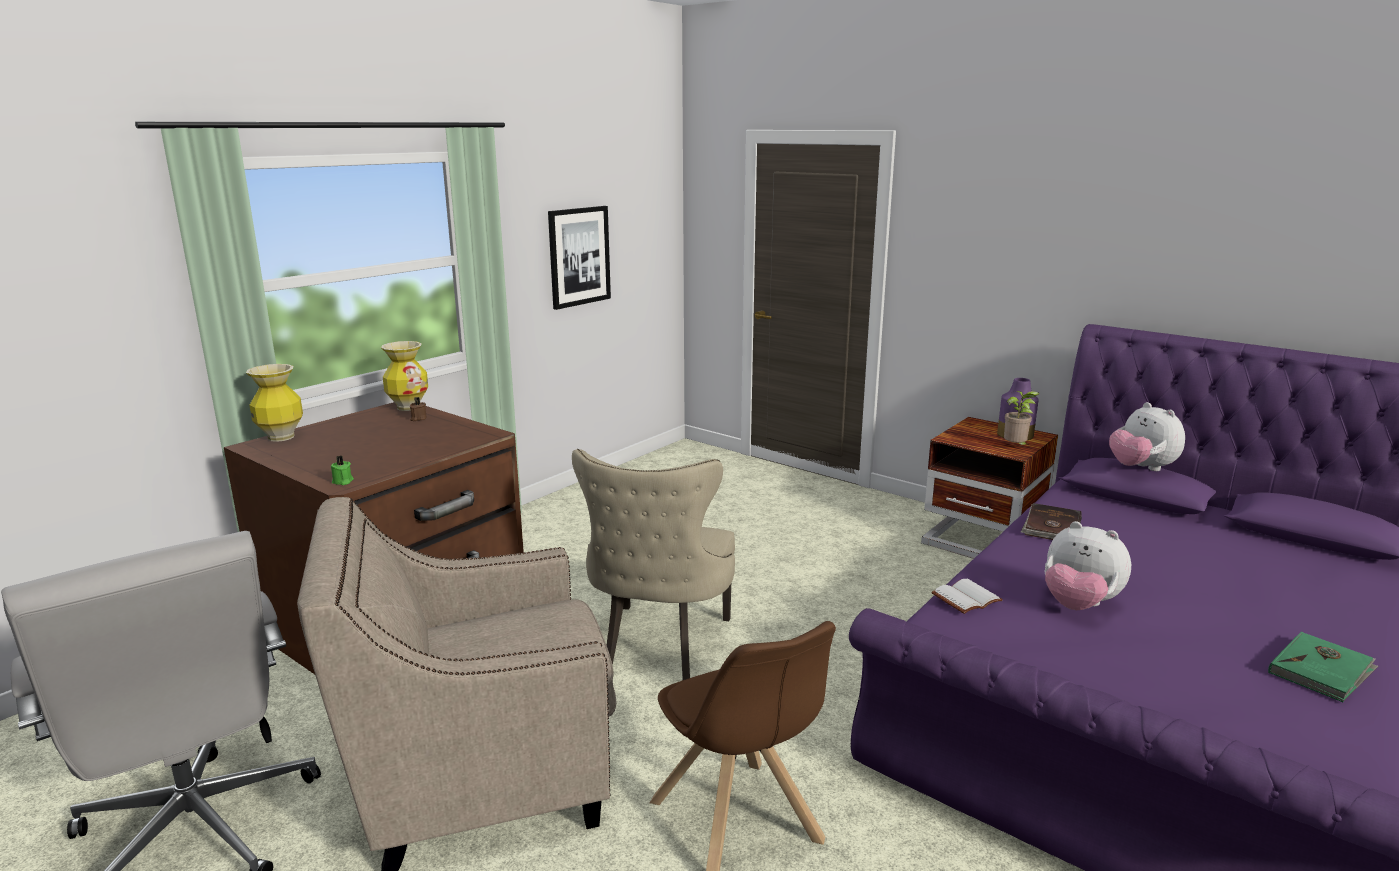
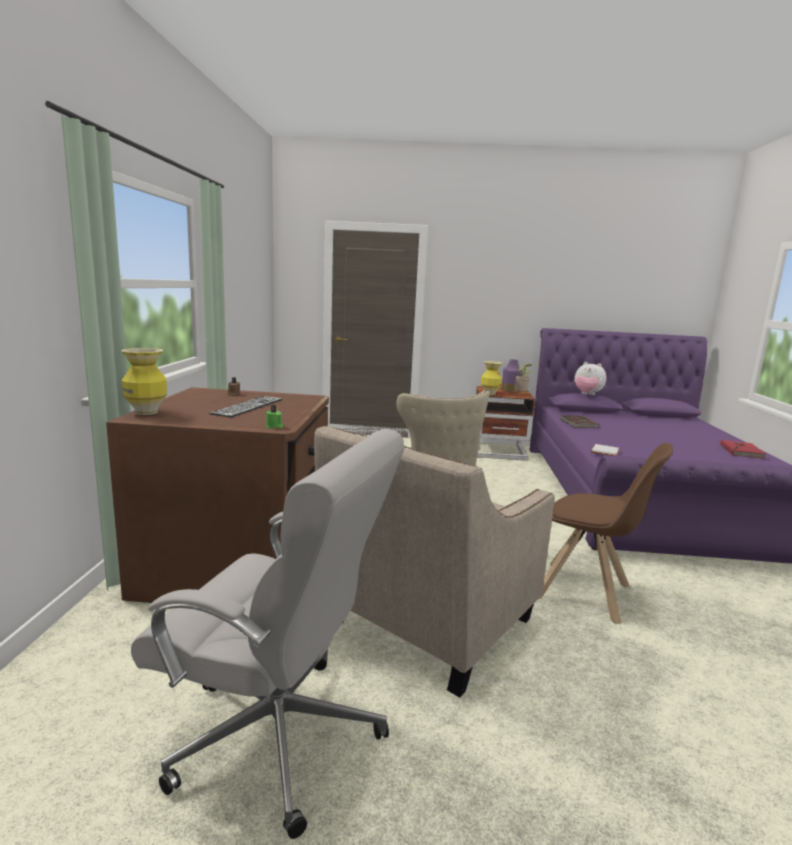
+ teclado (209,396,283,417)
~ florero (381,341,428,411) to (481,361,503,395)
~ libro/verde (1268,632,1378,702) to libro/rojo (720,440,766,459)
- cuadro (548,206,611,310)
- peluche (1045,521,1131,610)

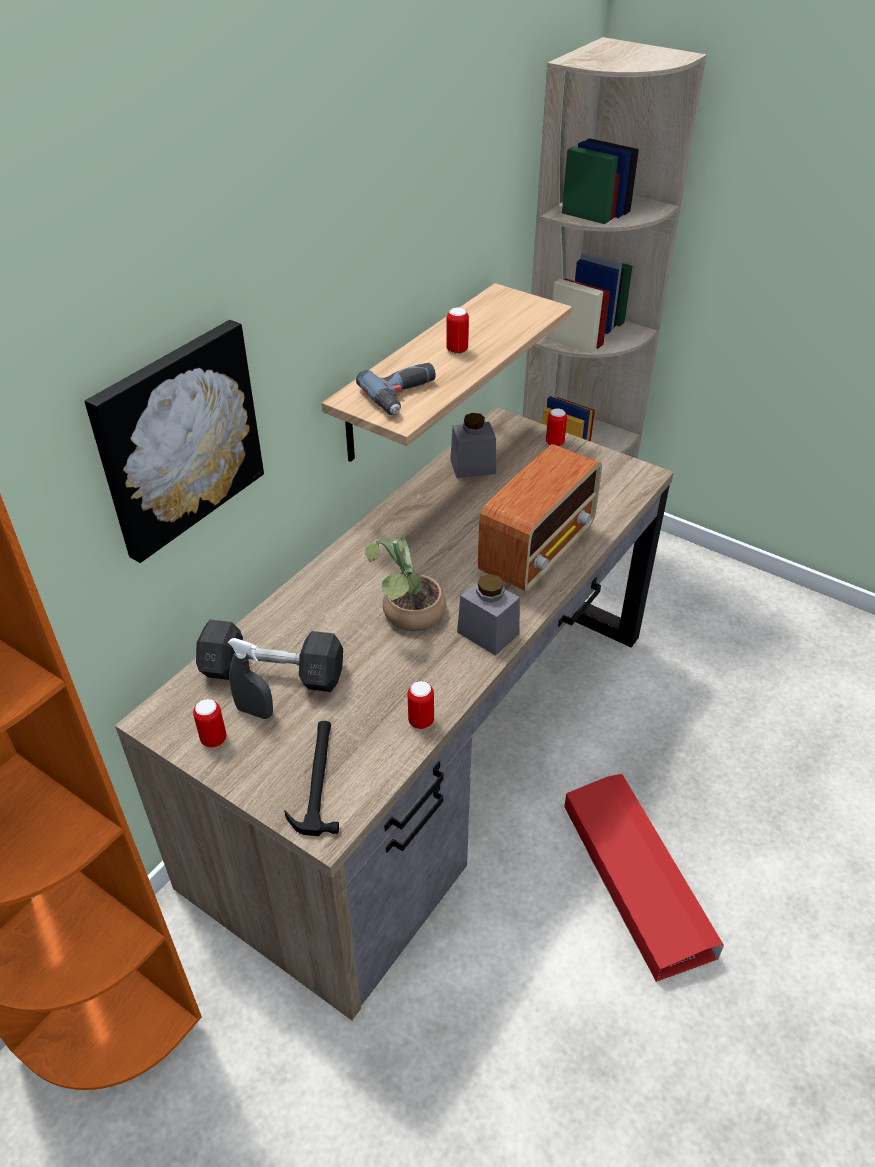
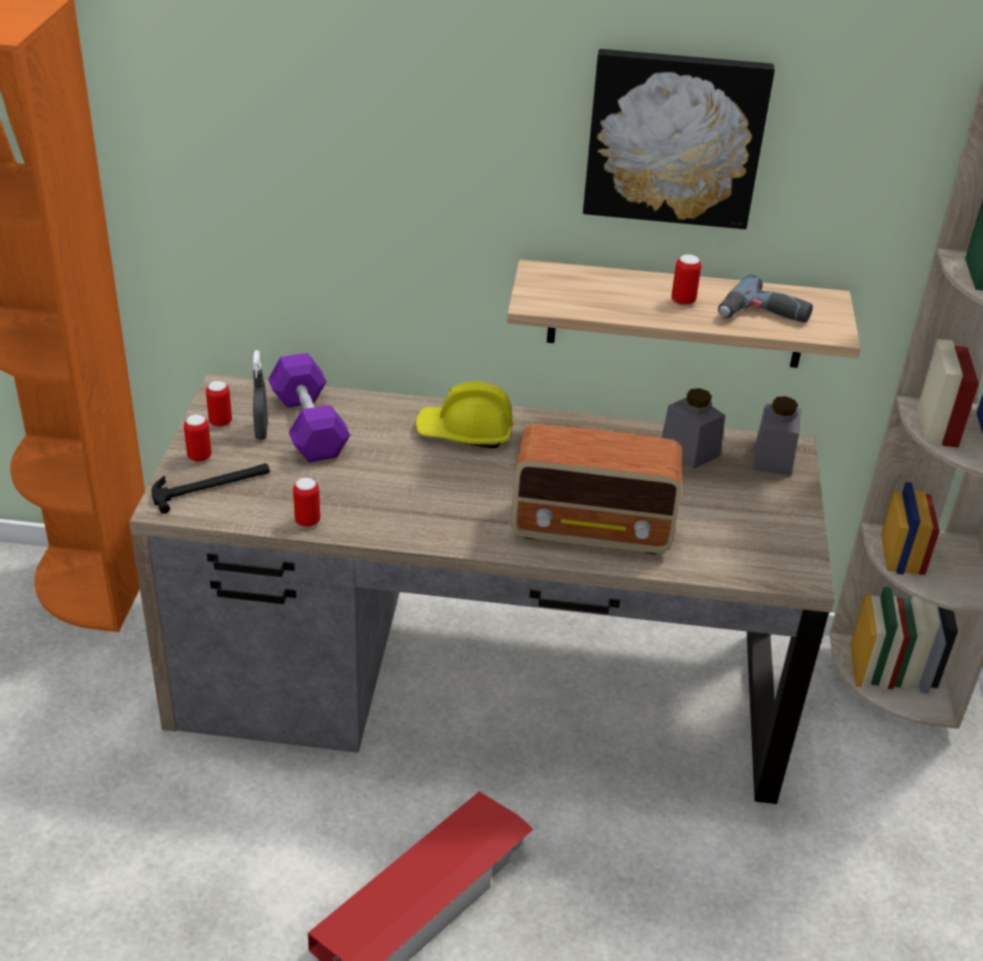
~ lata (546,408,567,447) to (184,415,212,462)
~ mancuerna/gris (196,620,343,692) to mancuerna/morado (268,353,350,462)
+ casco/amarillo (415,381,513,448)
~ cuadro (85,320,264,563) to (583,49,775,229)
~ taladro (356,363,436,415) to (718,274,813,323)
~ tarro/gris (457,574,520,656) to (753,396,801,476)
- planta en maceta (365,535,446,631)

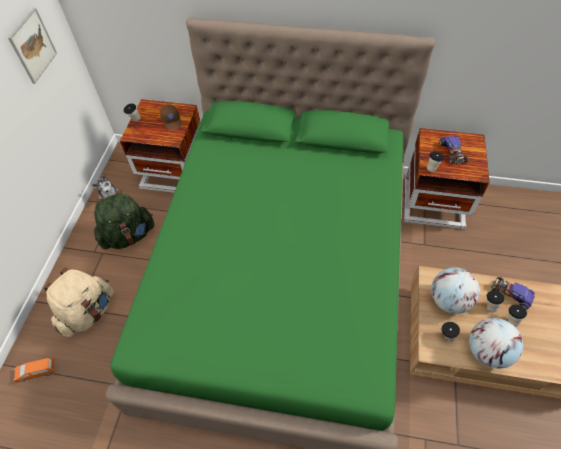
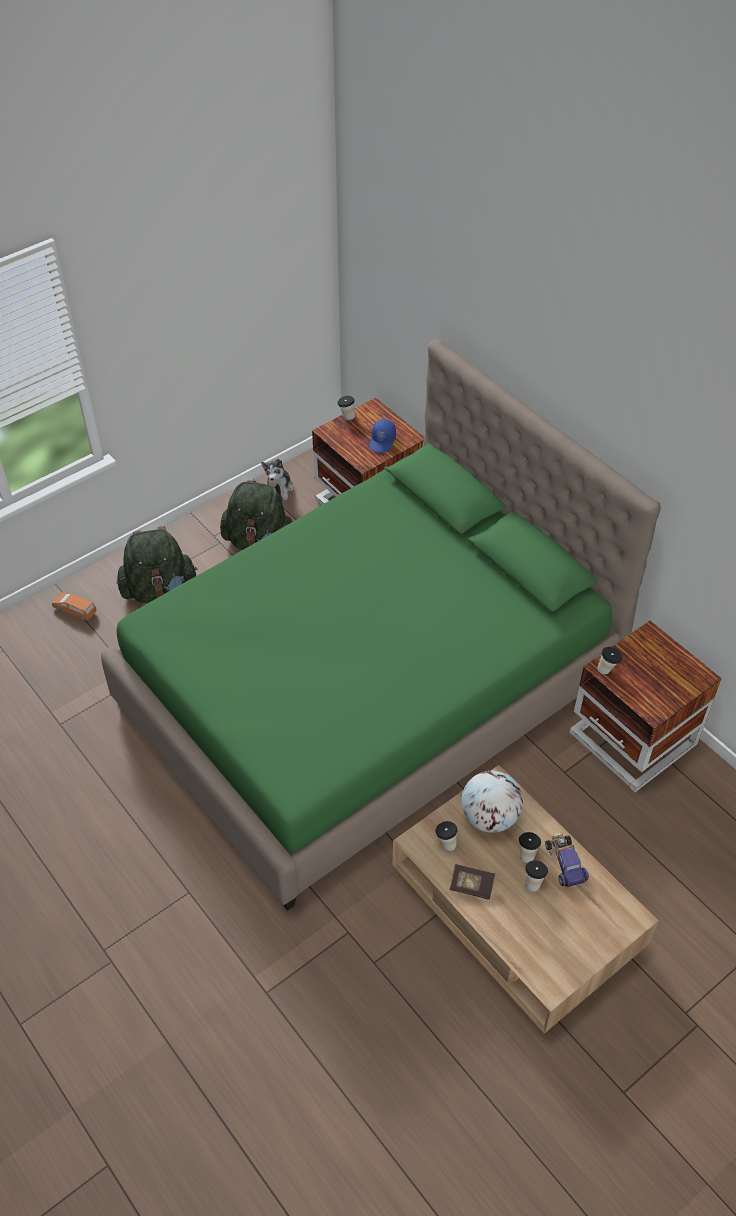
~ mochila/beis (44,268,114,337) to mochila/verde (117,526,198,603)
~ gorra/marrón (160,105,182,130) to gorra/azul (369,419,396,453)
~ globo terráqueo (469,318,523,369) to libro (450,864,495,900)
- cuadro (8,8,57,84)
- coche de juguete (439,136,468,165)

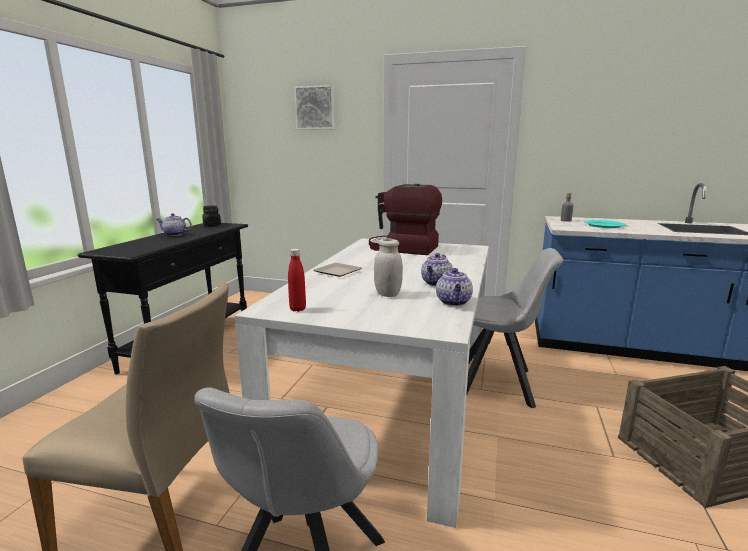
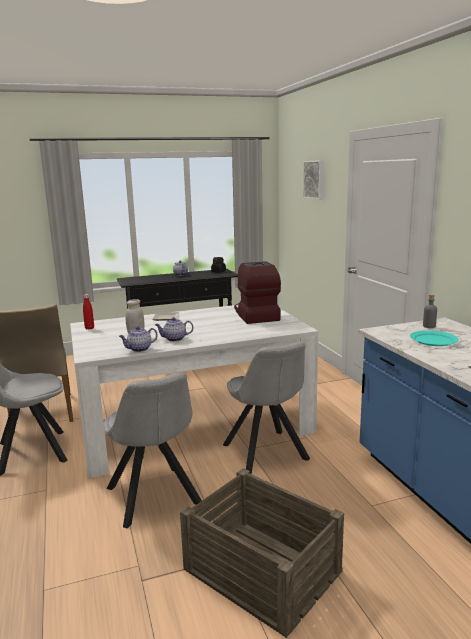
+ silla/gris (104,372,202,529)

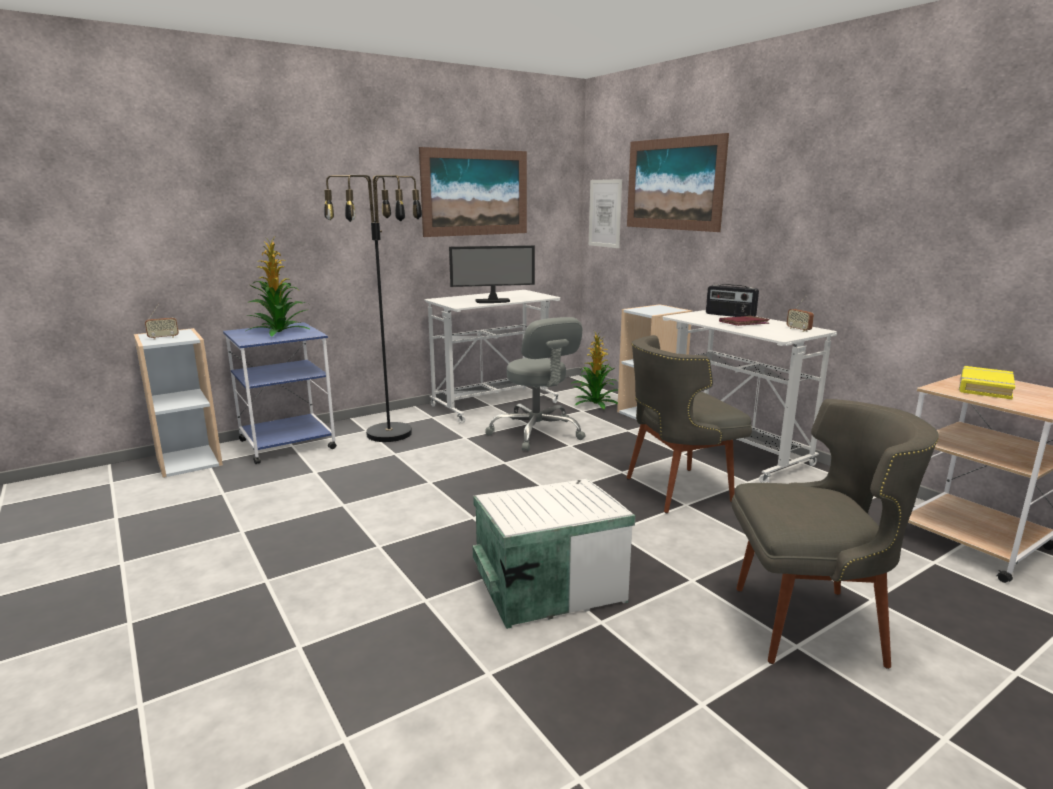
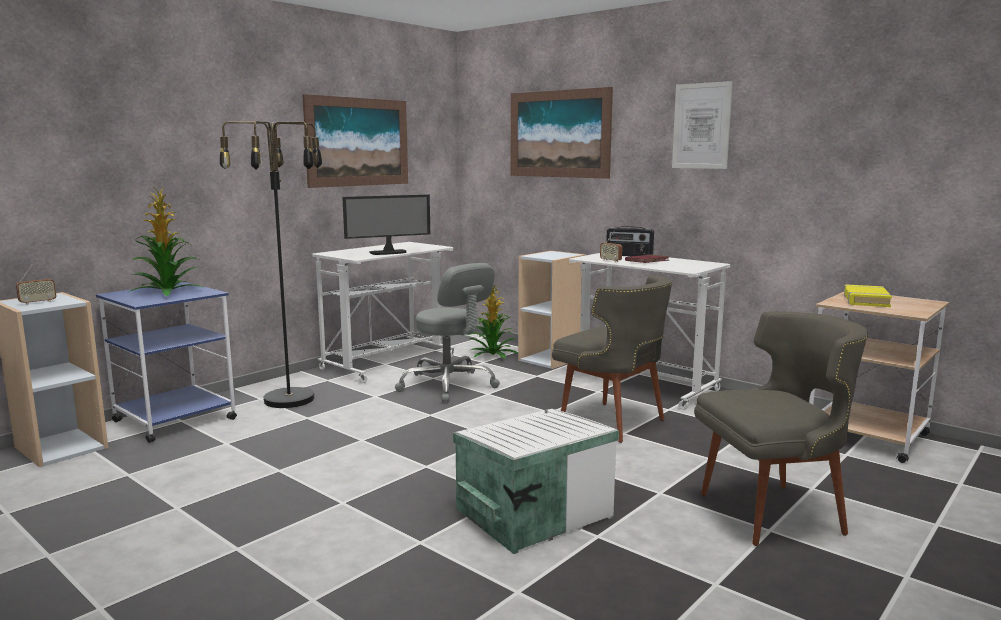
~ silla/gris (627,335,752,513) = (552,275,672,443) 105 degrees counterclockwise
~ radio (786,296,814,332) to (600,230,622,262)
~ cuadro (589,179,622,248) to (672,81,733,169)

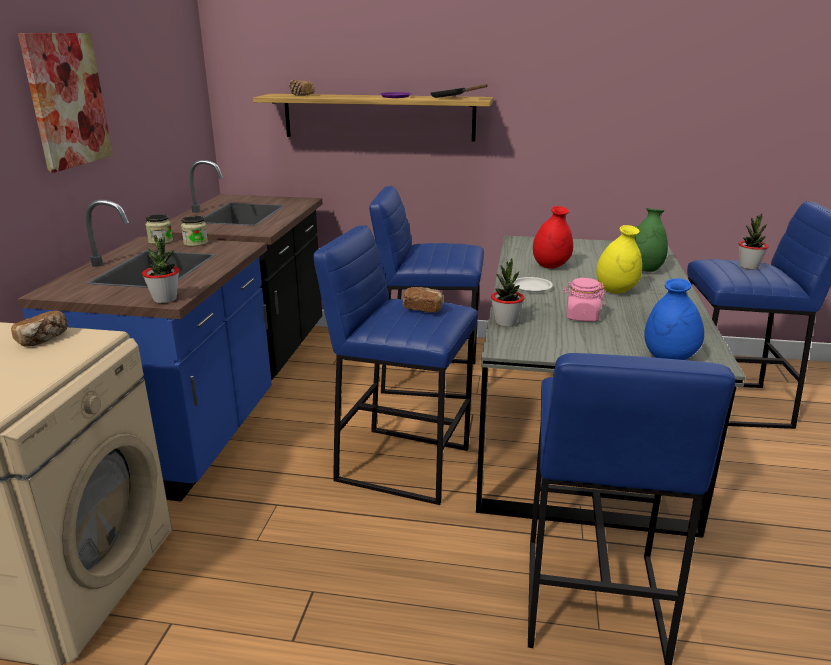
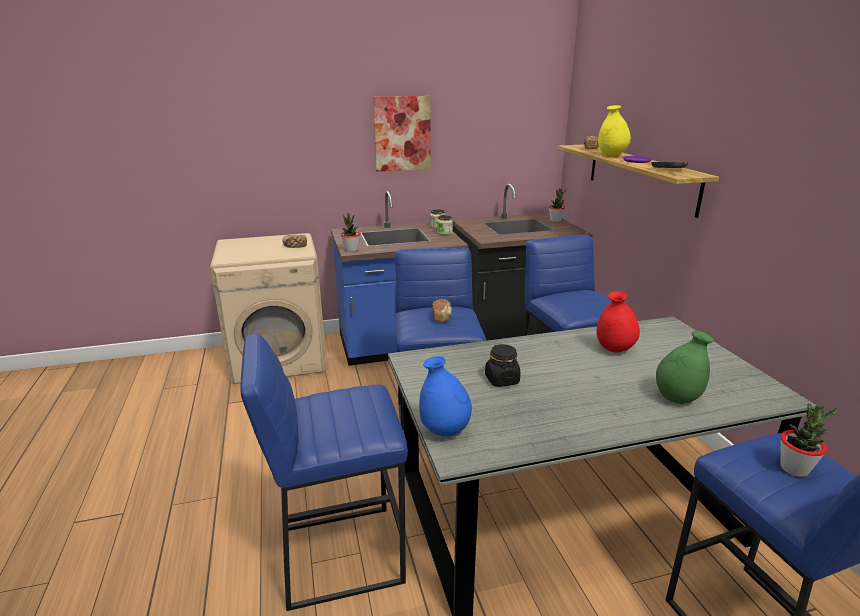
~ tarro/rosa (563,278,605,321) to tarro/negro (485,344,521,387)
~ planta en maceta (491,258,524,327) to (549,189,566,222)
~ florero/amarillo (596,225,642,294) to (598,105,631,156)
- plato/blanco (513,277,553,292)

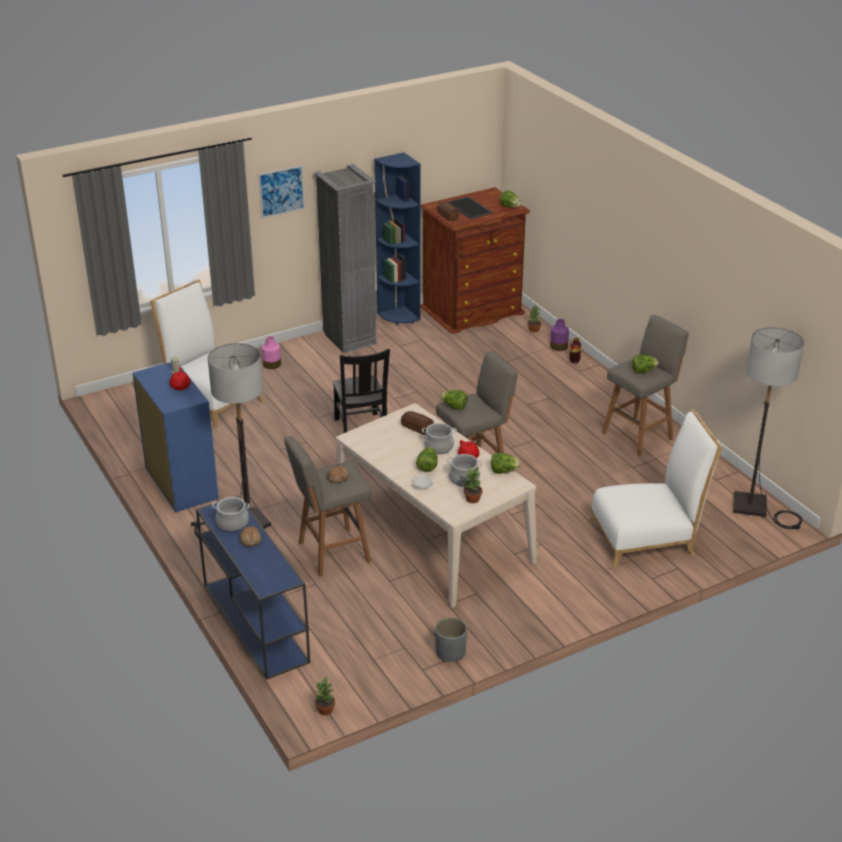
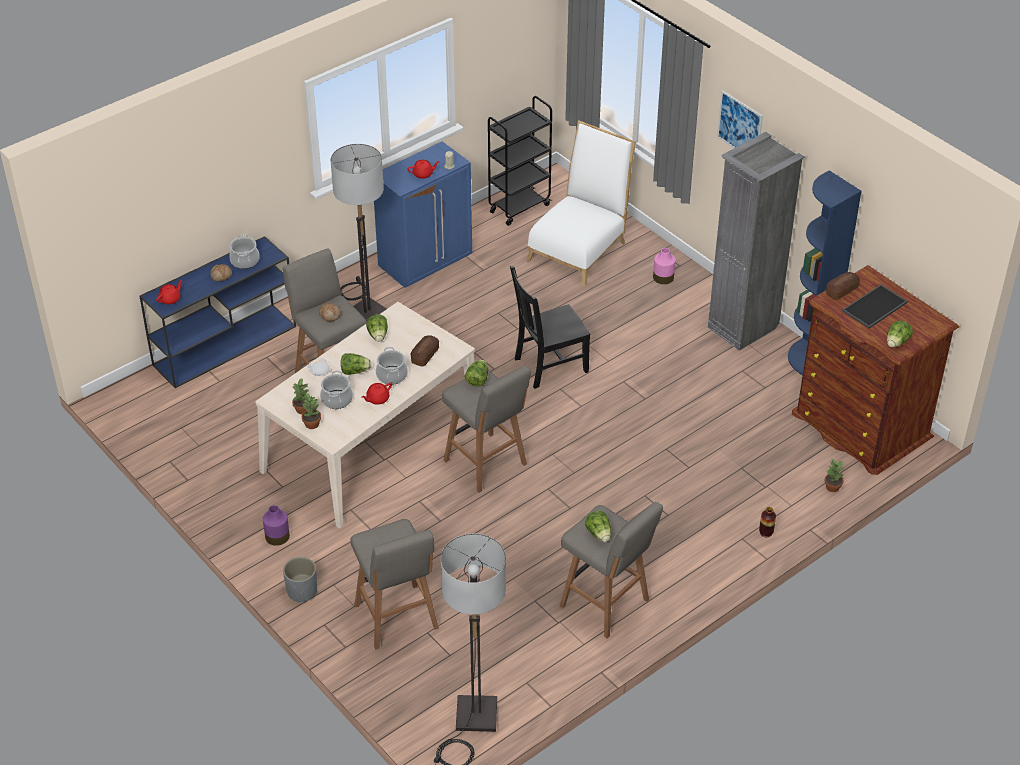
+ tetera/rojo (156,280,182,305)
~ florero/morado (550,319,569,351) to (263,505,290,546)
~ maceta/gris (435,617,467,662) to (283,557,317,603)
~ planta en maceta (315,677,335,715) to (302,392,321,429)
~ silla/blanco (588,408,722,568) to taburete/gris (351,519,439,649)
~ lechuga (491,453,521,474) to (366,314,388,342)
+ carrito/negro (488,96,552,226)

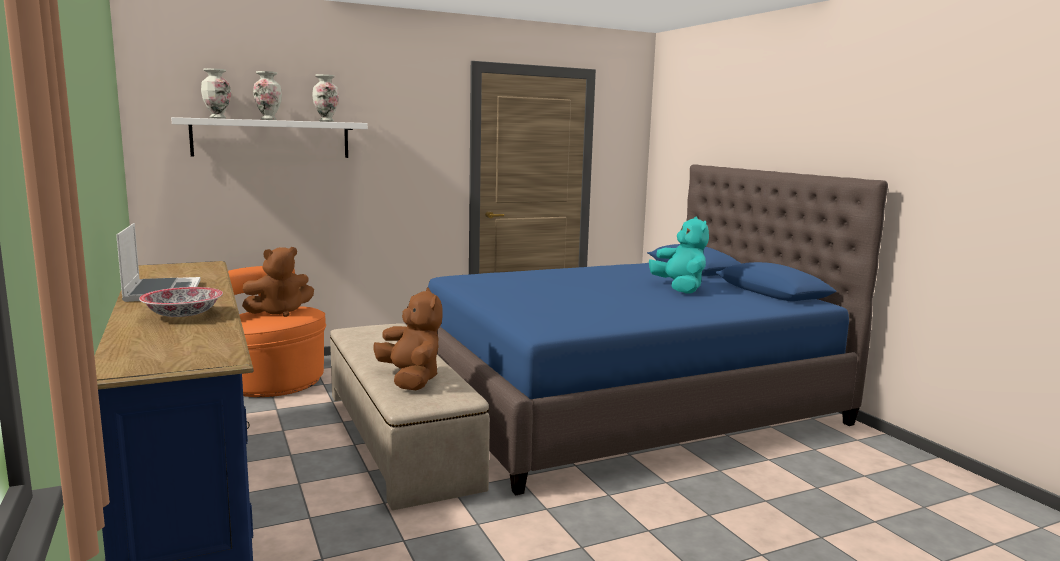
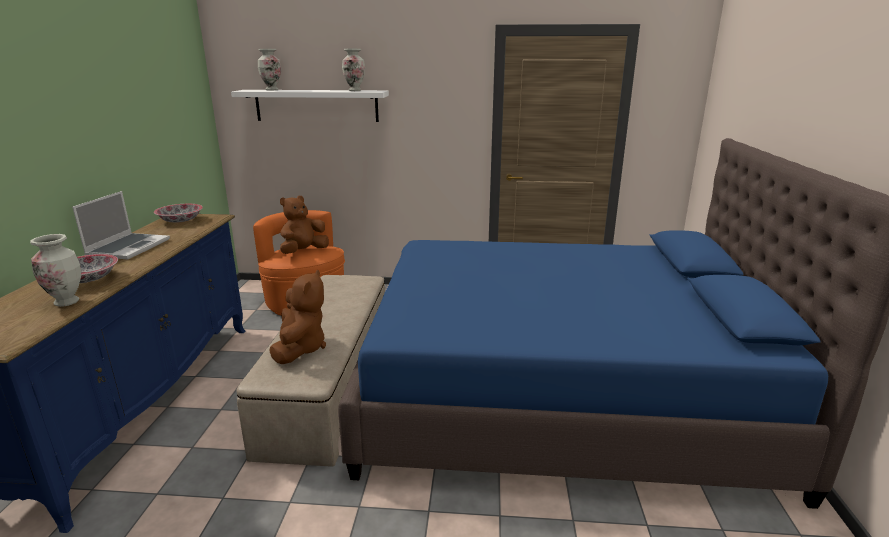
~ florero (253,71,282,120) to (30,234,81,307)
+ cuenco (154,204,203,223)
~ peluche/marrón (242,247,314,317) = (280,196,329,254) 135 degrees clockwise
- peluche/turquesa (649,217,709,294)

